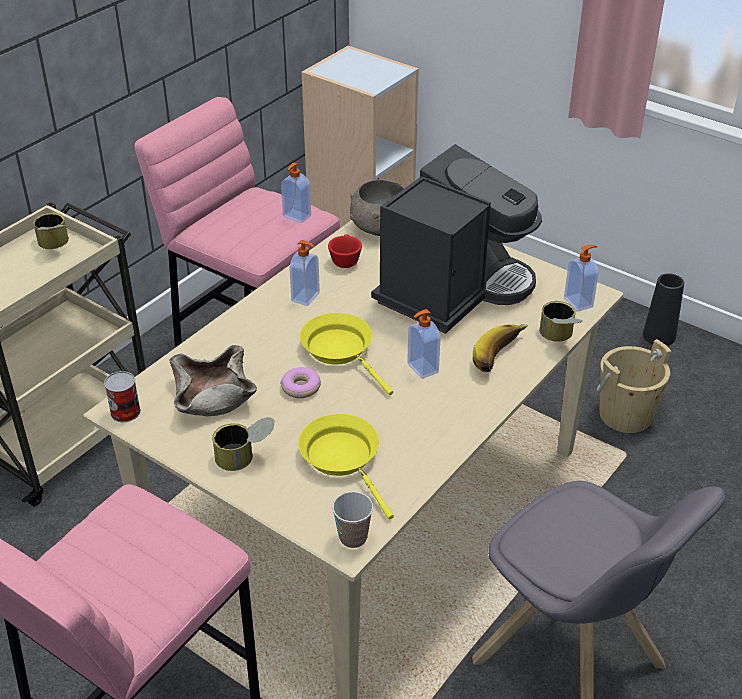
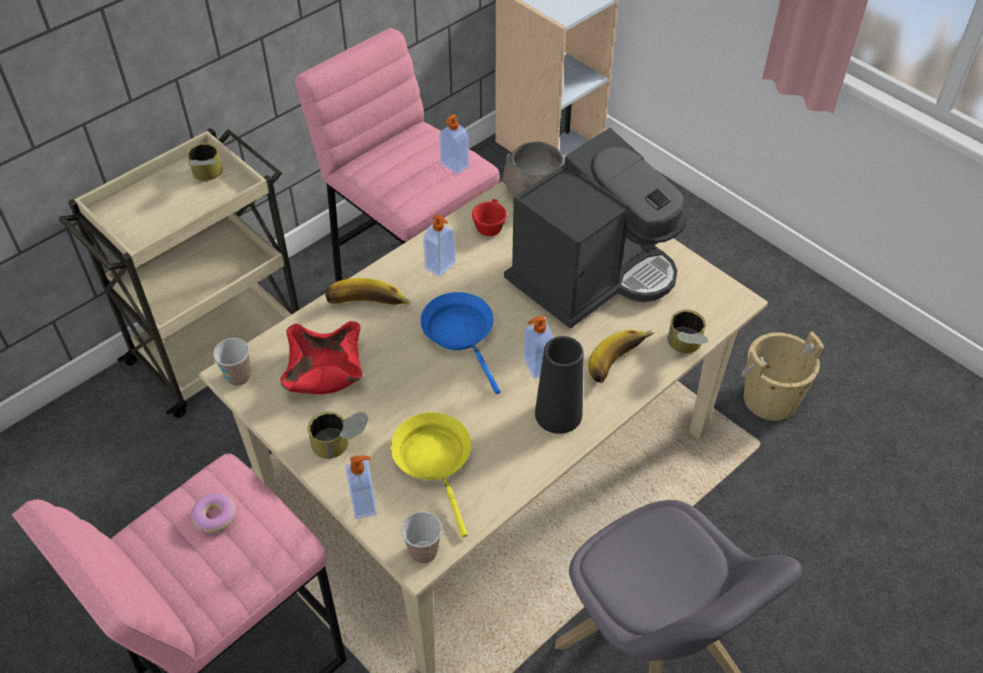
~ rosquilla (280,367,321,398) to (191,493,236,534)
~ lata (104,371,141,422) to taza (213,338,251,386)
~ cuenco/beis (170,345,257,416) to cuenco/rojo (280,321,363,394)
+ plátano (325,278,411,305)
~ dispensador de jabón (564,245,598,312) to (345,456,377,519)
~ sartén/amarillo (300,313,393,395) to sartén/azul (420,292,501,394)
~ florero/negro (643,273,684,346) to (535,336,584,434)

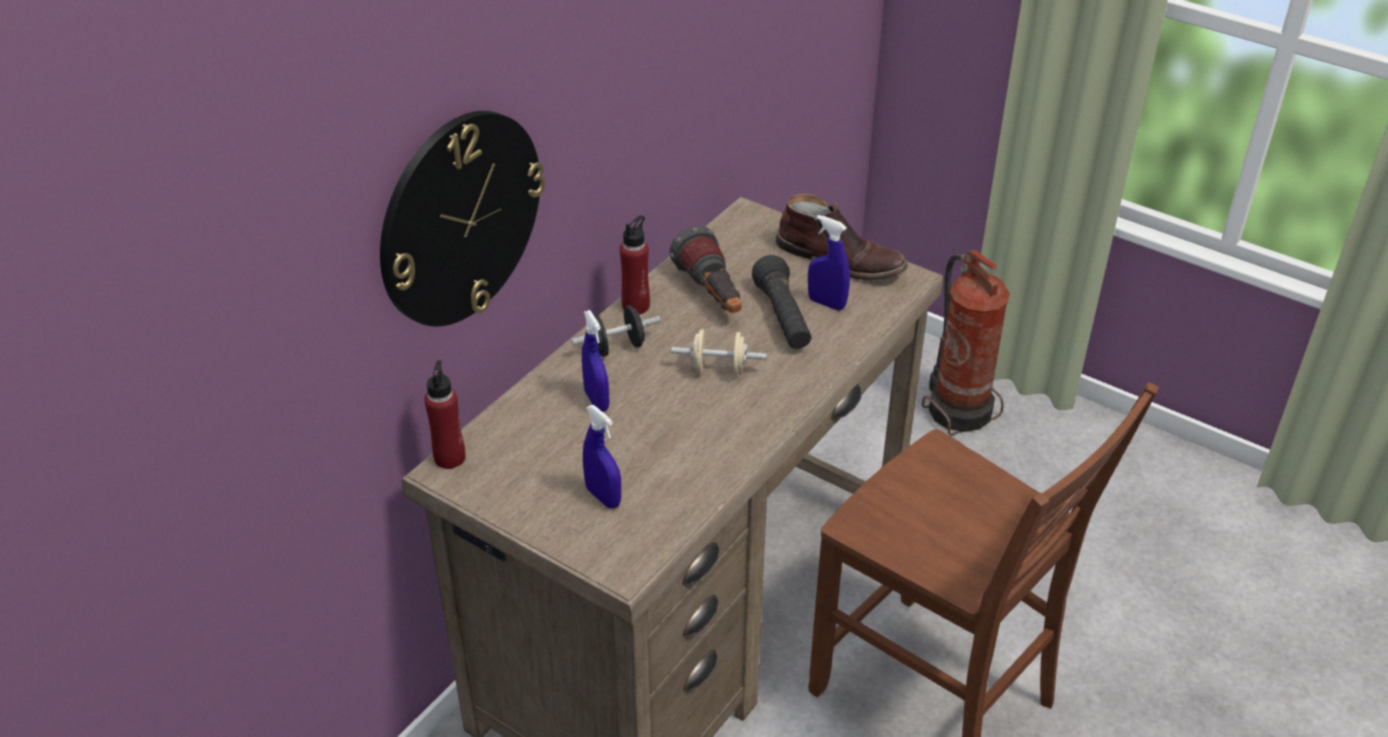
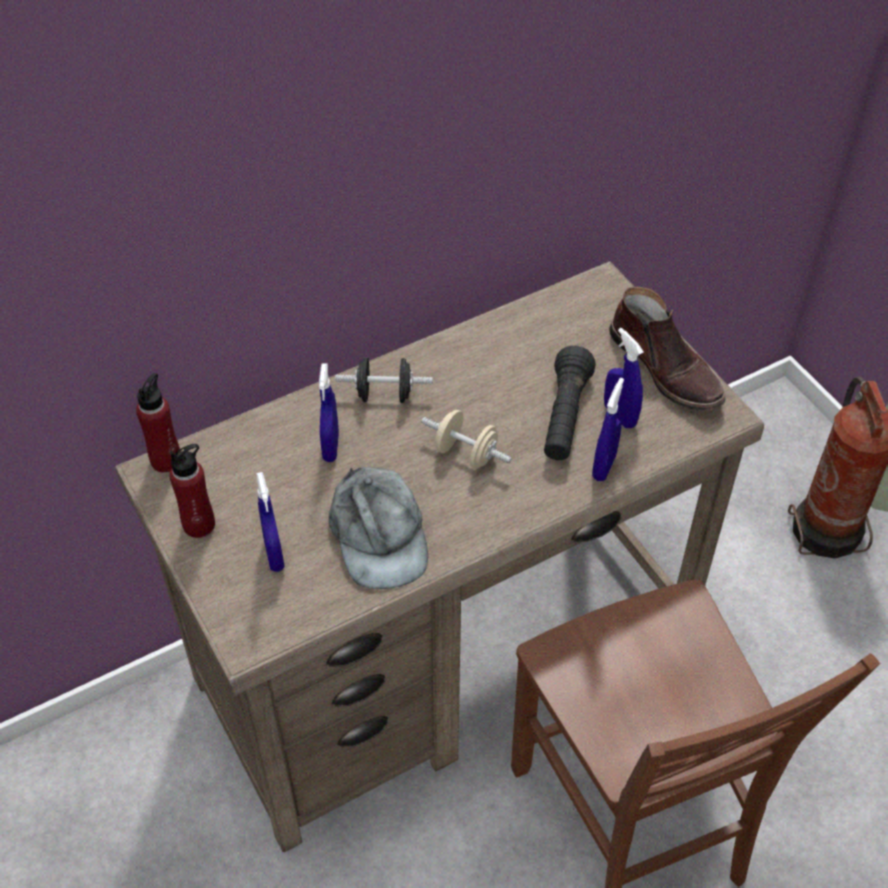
~ botella/rojo (620,215,650,315) to (169,444,215,538)
+ gorra/gris (329,467,428,589)
+ pulverizador/azul (592,378,624,481)
- reloj de pared (380,111,545,326)
- linterna (669,226,742,313)

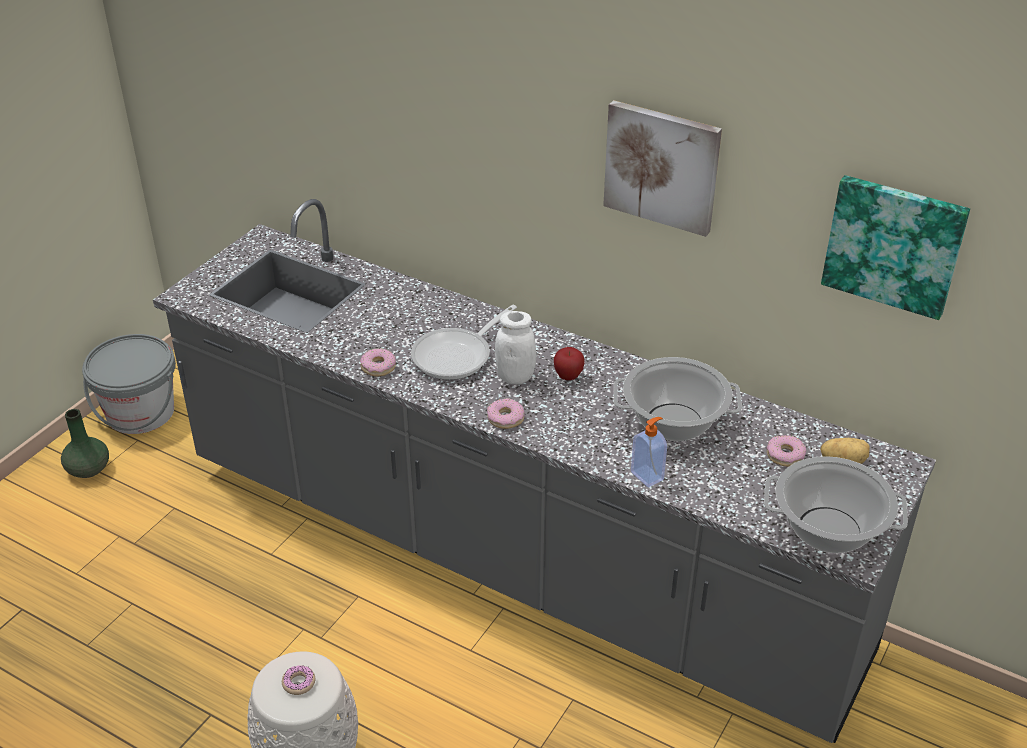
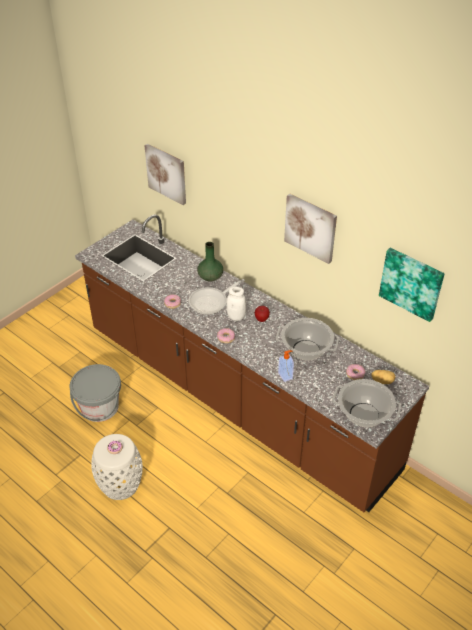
~ cubo/gris (82,334,176,434) to (70,364,121,422)
~ mueble bajo de cocina/gris (153,199,936,743) to mueble bajo de cocina/marrón (75,215,429,512)
+ cuadro (144,144,186,205)
~ florero/verde (61,409,109,478) to (197,242,223,282)

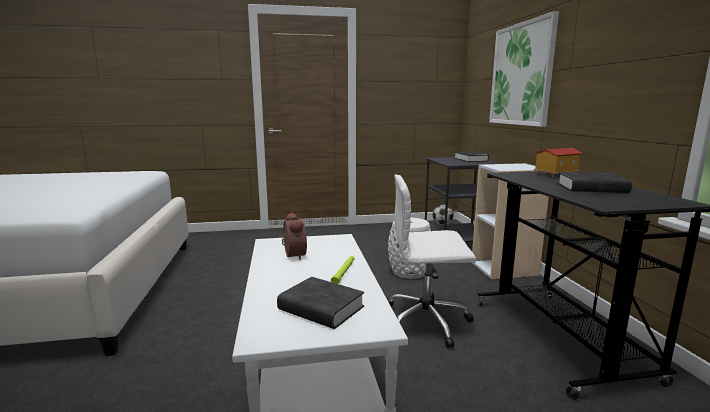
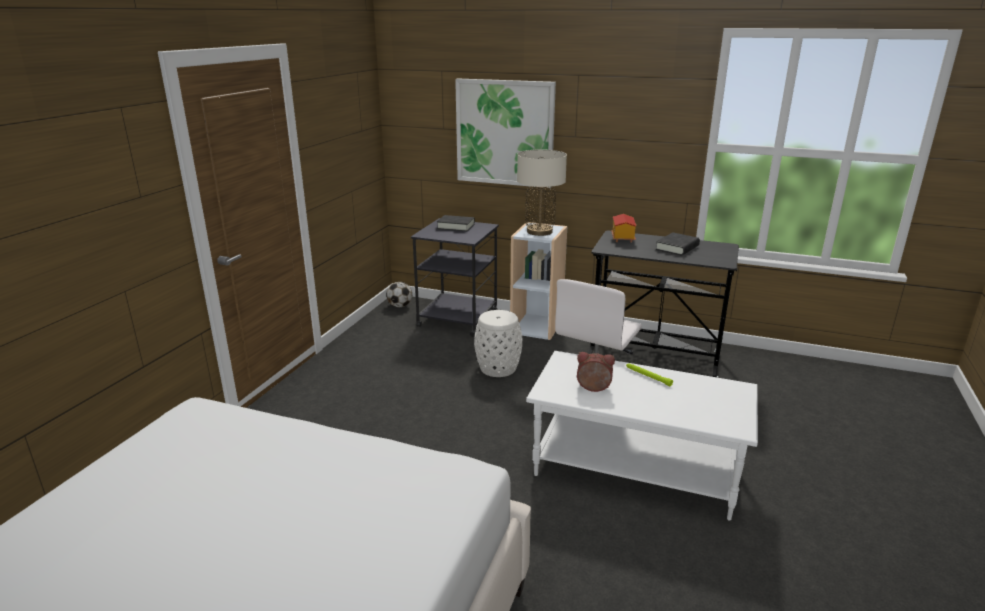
+ lámpara de mesa (517,149,567,236)
- libro/negro (277,277,364,329)

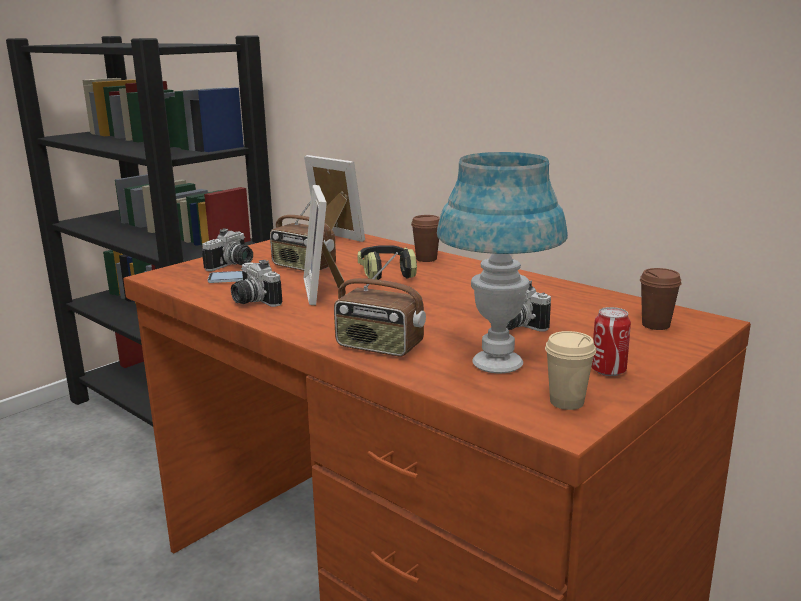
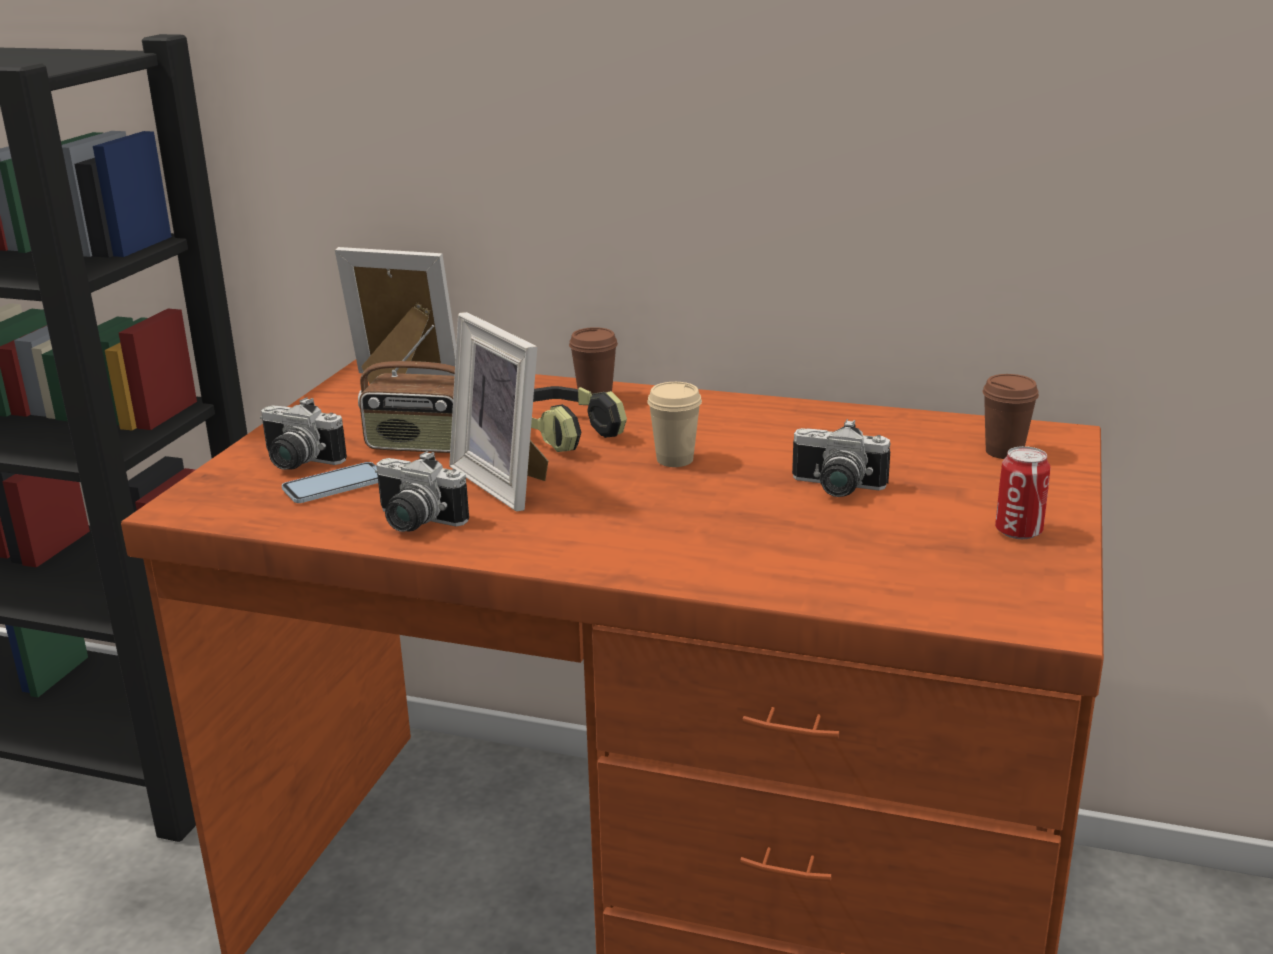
~ cámara (202,229,253,271) = (260,397,347,470) 105 degrees clockwise
~ taza/beis (545,331,596,410) to (647,382,702,467)
- radio (334,252,426,356)
- lámpara de mesa/azul (437,152,568,374)

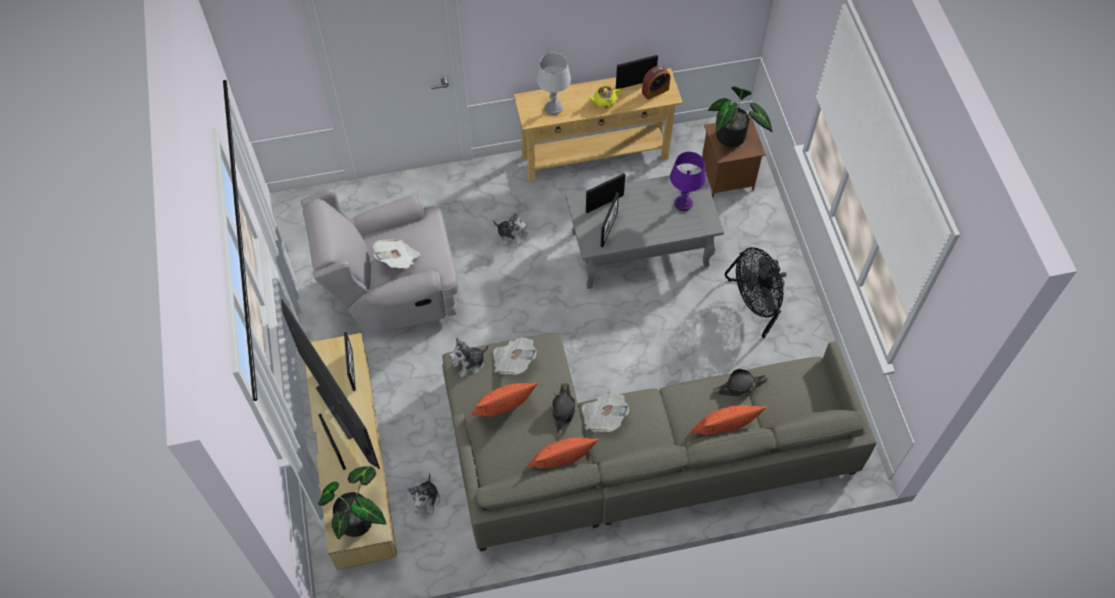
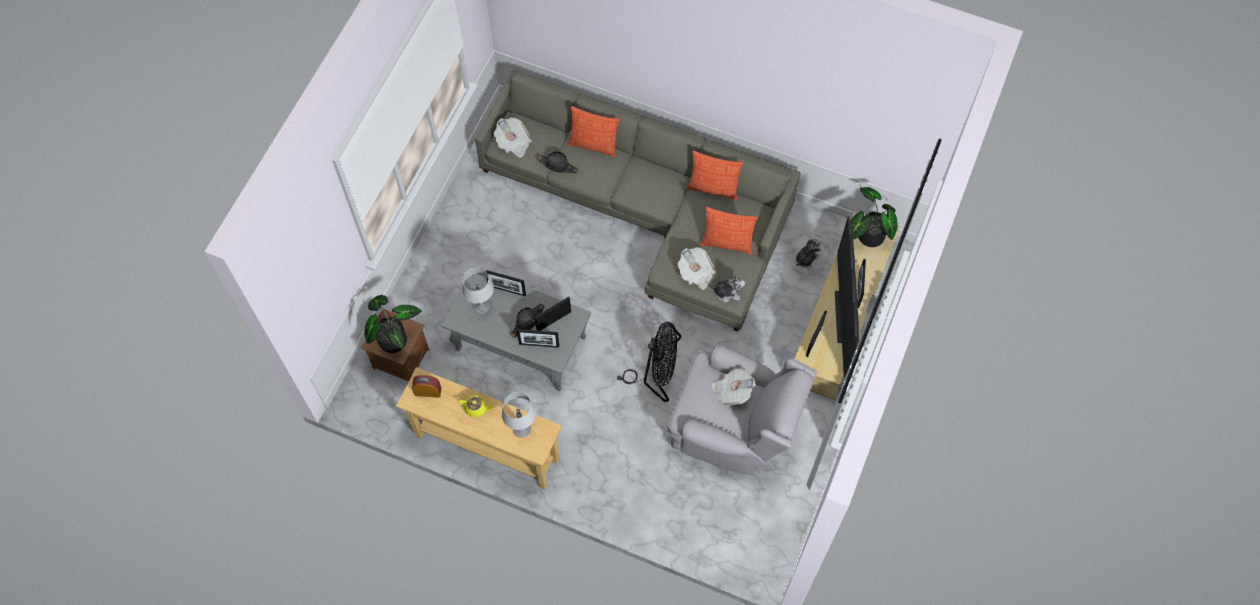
~ lámpara de mesa/morado (670,152,706,211) to lámpara de mesa/gris (461,268,494,314)
~ portarretratos (616,55,658,89) to (486,270,526,296)
~ periódico (582,392,629,432) to (494,118,532,158)
~ sombrero/negro (552,383,575,436) to (510,303,545,338)
~ ventilador/negro (725,247,787,338) to (616,322,681,402)
- peluche (493,213,527,246)

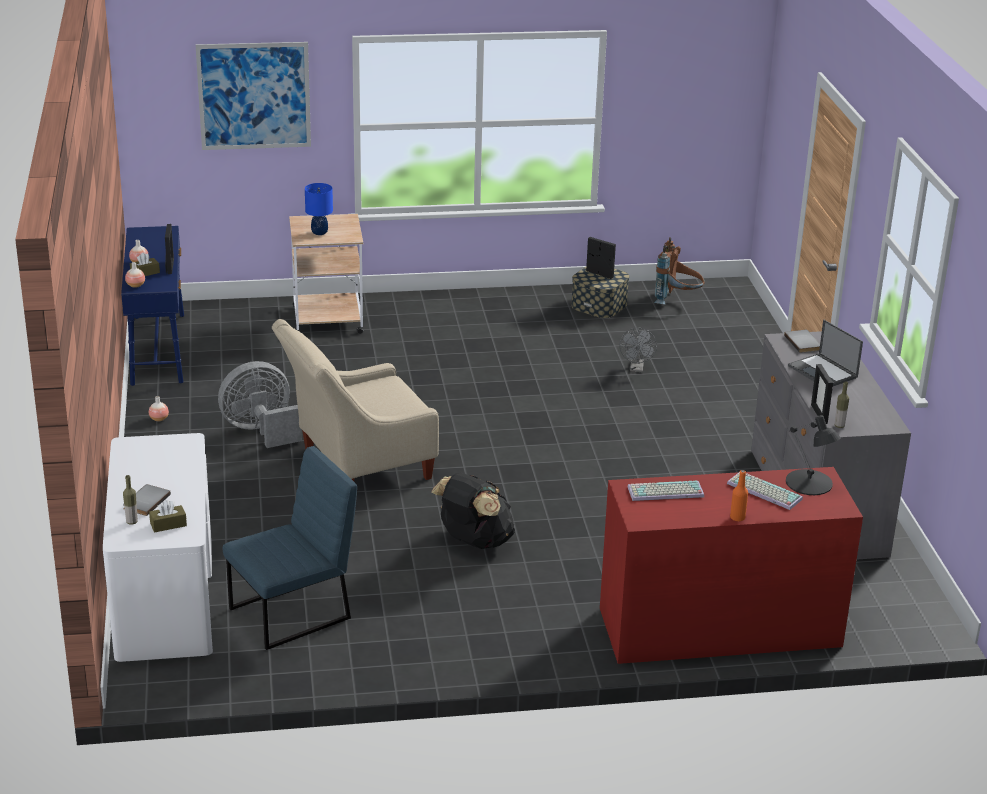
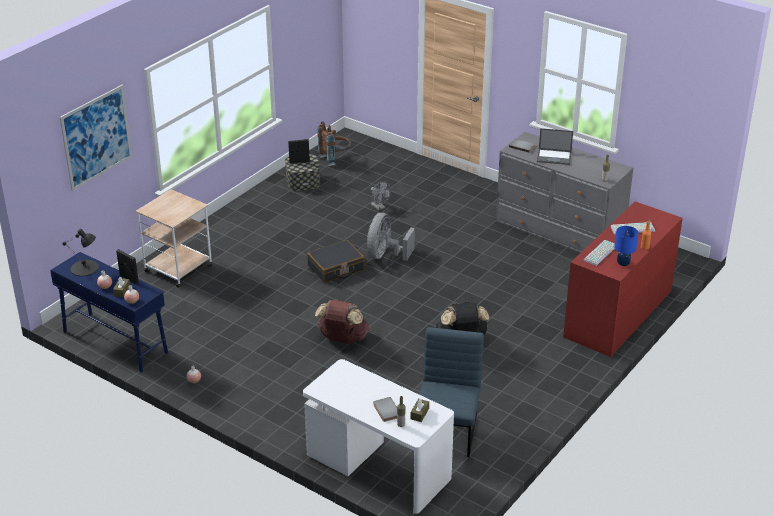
~ lámpara de mesa/negro (786,415,841,495) to (63,229,99,276)
+ maleta/negro (307,240,365,283)
~ sillón/beis (272,319,439,481) to mochila/marrón (315,300,369,344)
~ ventilador/gris (218,361,302,448) to (367,213,415,261)
~ lámpara de mesa/azul (305,183,333,235) to (614,226,638,266)
- portarretratos (811,364,833,424)

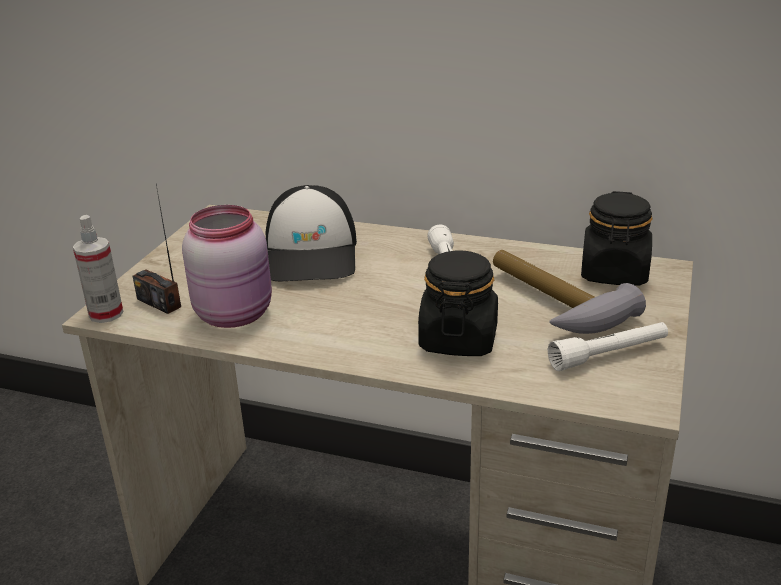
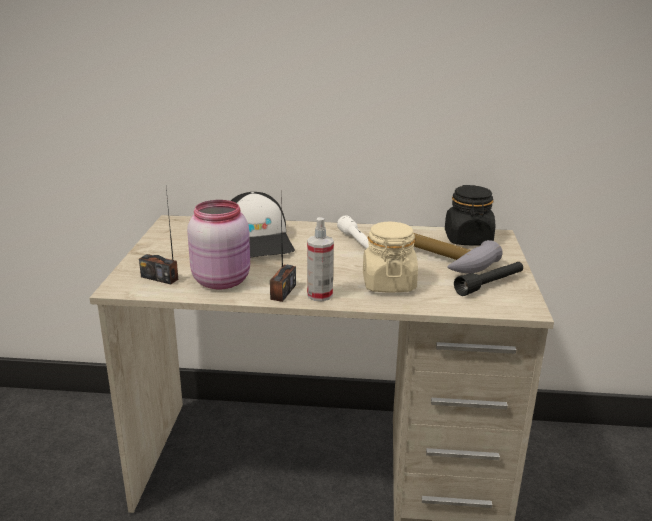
+ radio (270,202,296,302)
~ pulverizador (73,215,124,323) to (307,217,334,301)
~ tarro/negro (418,251,498,356) to tarro/beis (363,222,418,293)
~ linterna/blanco (548,322,668,371) to linterna/negro (454,262,523,296)

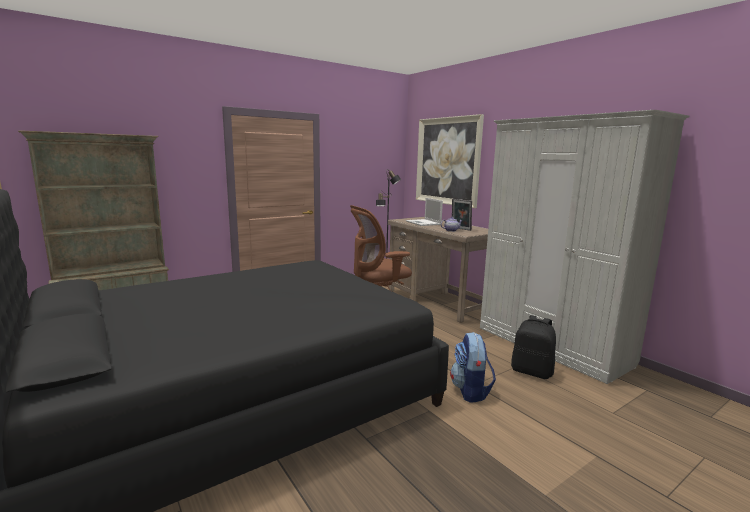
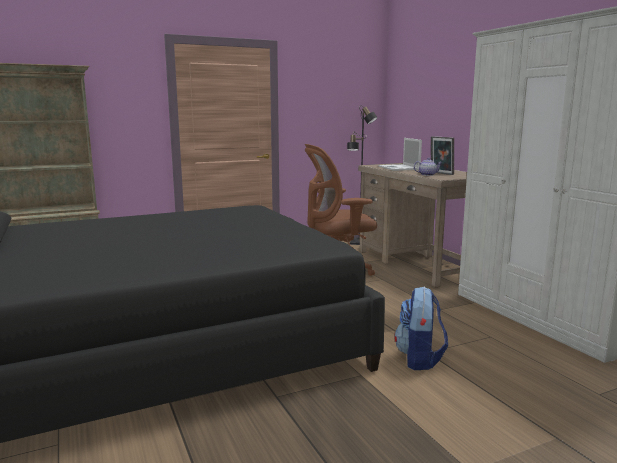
- cuadro (416,114,484,208)
- mochila/negro (511,315,556,379)

